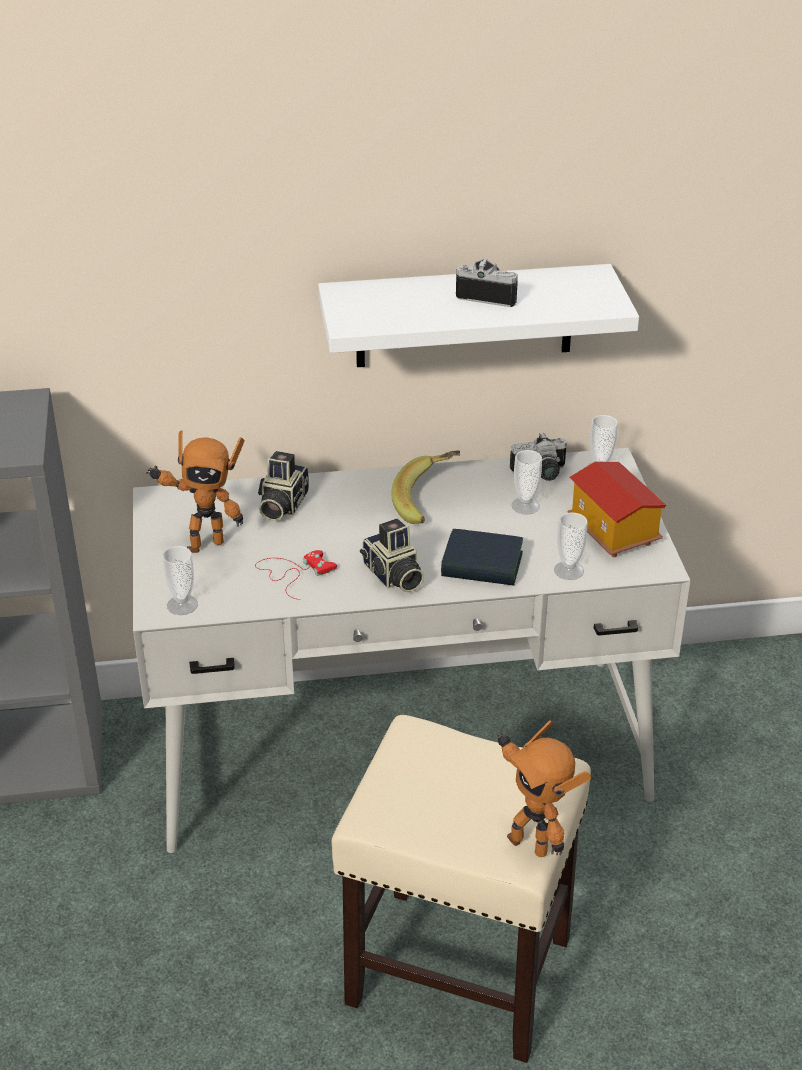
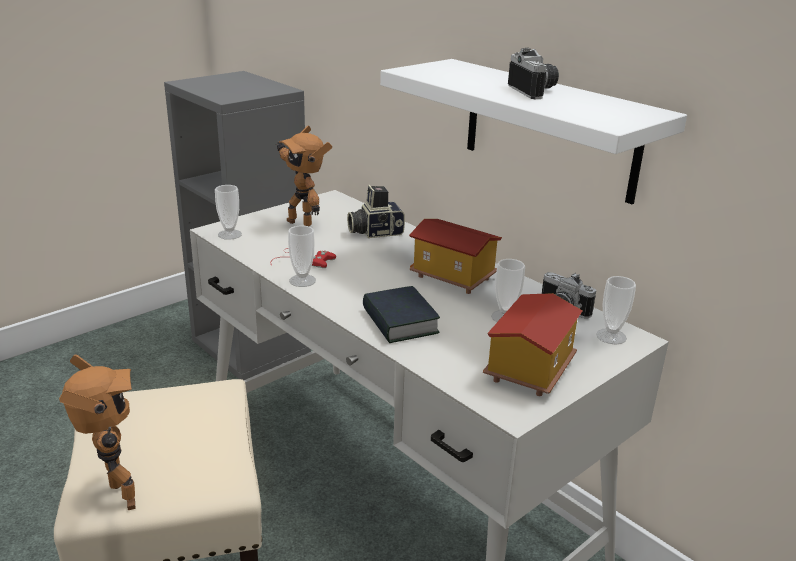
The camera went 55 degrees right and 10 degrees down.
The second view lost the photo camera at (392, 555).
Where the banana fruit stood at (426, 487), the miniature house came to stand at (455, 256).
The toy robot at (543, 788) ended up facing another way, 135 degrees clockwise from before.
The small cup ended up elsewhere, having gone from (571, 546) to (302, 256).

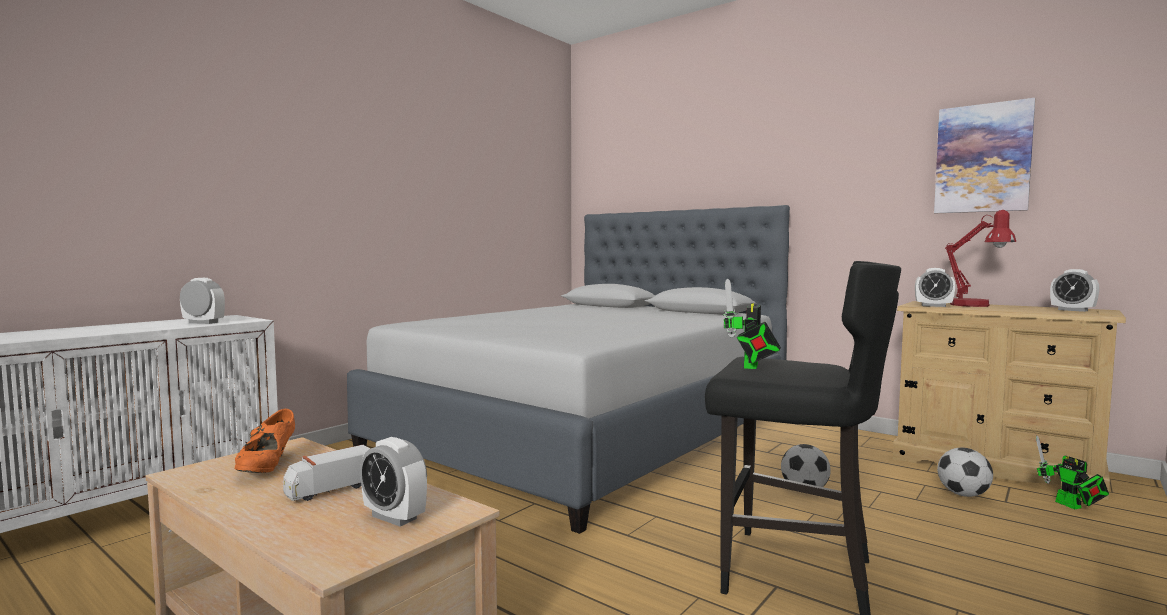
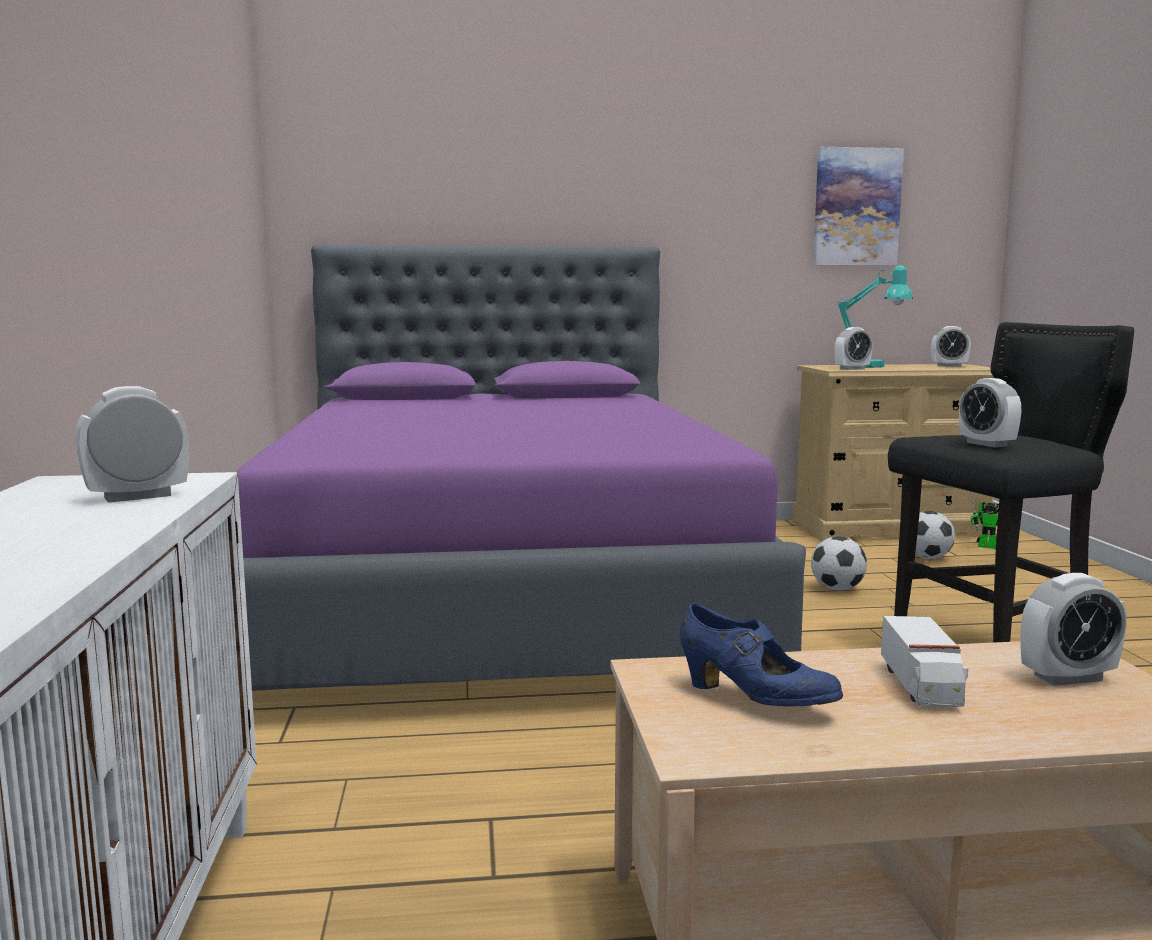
The camera went 45 degrees left and 5 degrees up.
What was the item of footwear in orange-coloured at (265, 441) turned into the item of footwear in blue at (761, 654).
What was the sleeping bed in grey at (568, 369) turned into the sleeping bed in purplish at (521, 467).
Where the toy robot stood at (752, 323), the bedside clock came to stand at (990, 412).
What was the tabletop lamp in red at (980, 258) turned into the tabletop lamp in blue-green at (875, 316).

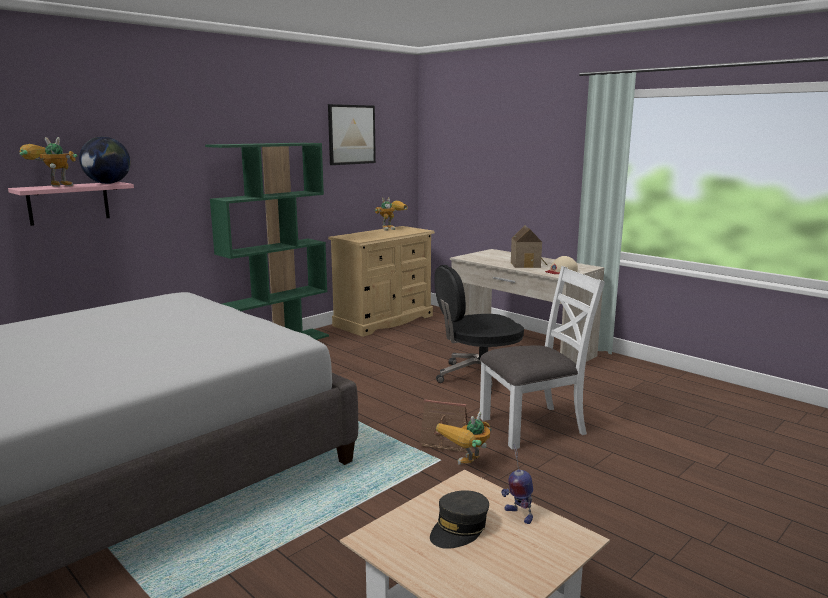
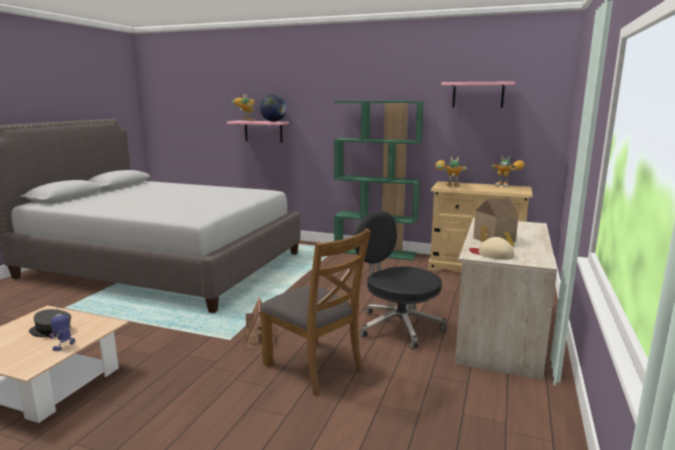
The camera went 65 degrees right and 0 degrees up.
Where the picture hung at (352, 134), the shelf in pinkish came to hang at (478, 94).
The toy robot ended up elsewhere, having gone from (463, 438) to (451, 171).
What was the upright chair in white at (542, 358) turned into the upright chair in brown-coloured at (315, 312).

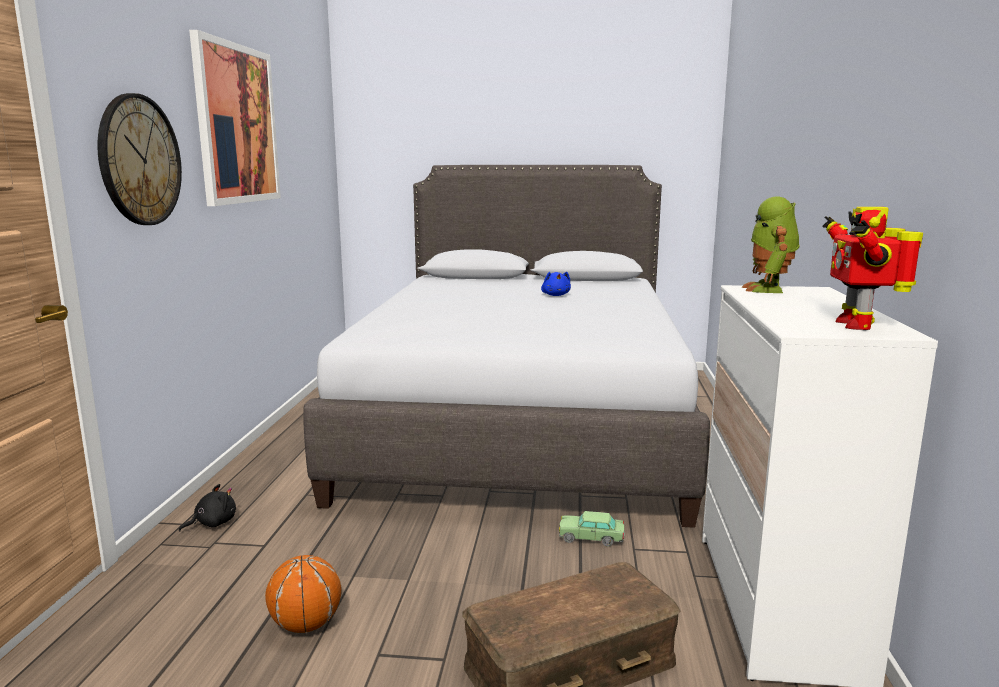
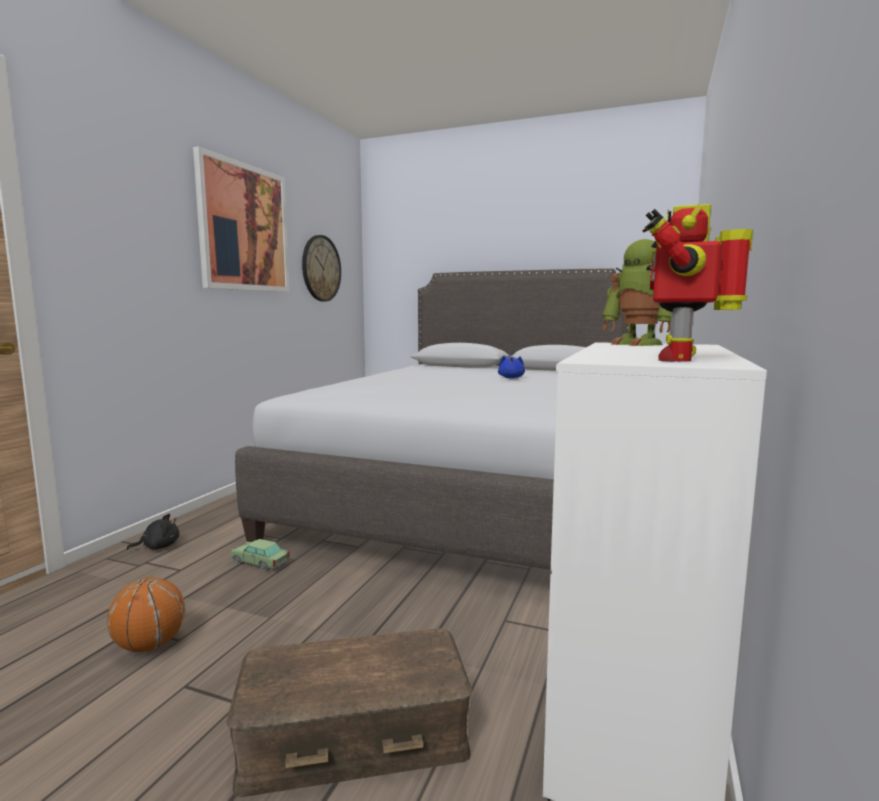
The camera went 15 degrees right and 5 degrees down.
The clock on the wall ended up elsewhere, having gone from (139, 159) to (321, 268).
The model car ended up elsewhere, having gone from (592, 528) to (260, 555).
The toy robot at (771, 245) ended up facing another way, 60 degrees counterclockwise from before.

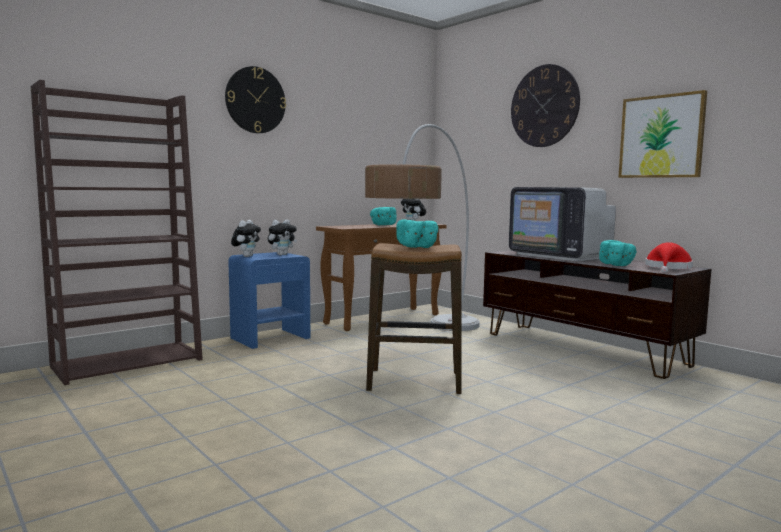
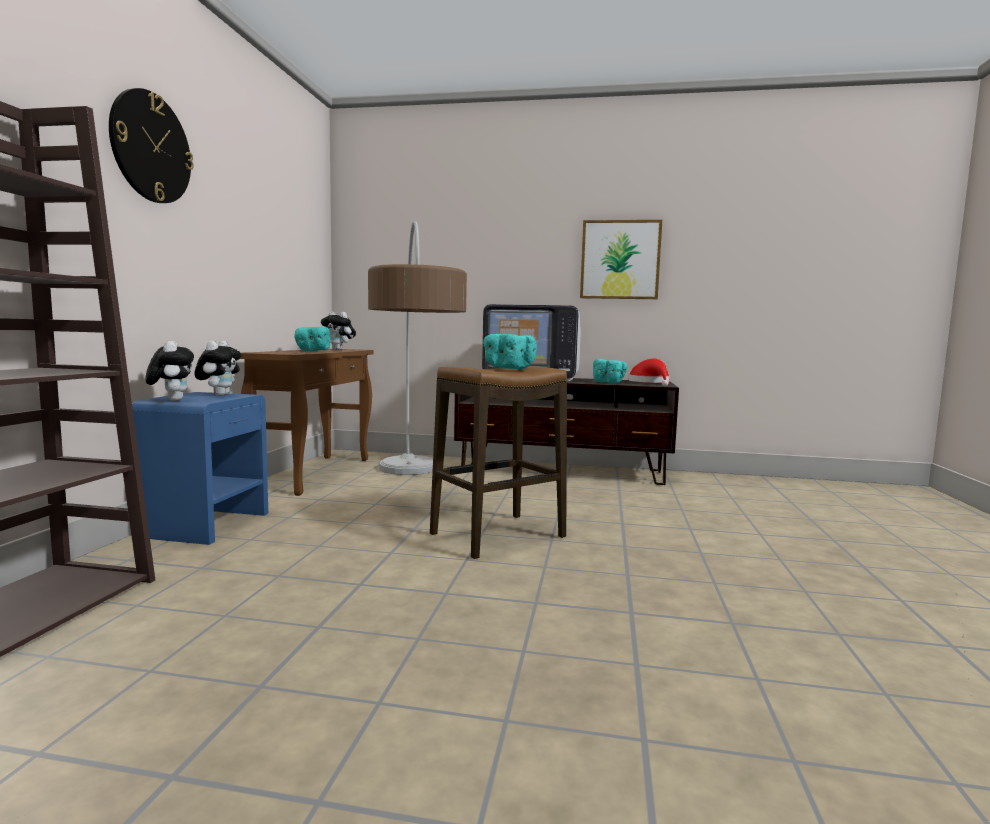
The camera went 40 degrees left and 0 degrees up.
The second view lost the clock on the wall at (545, 105).

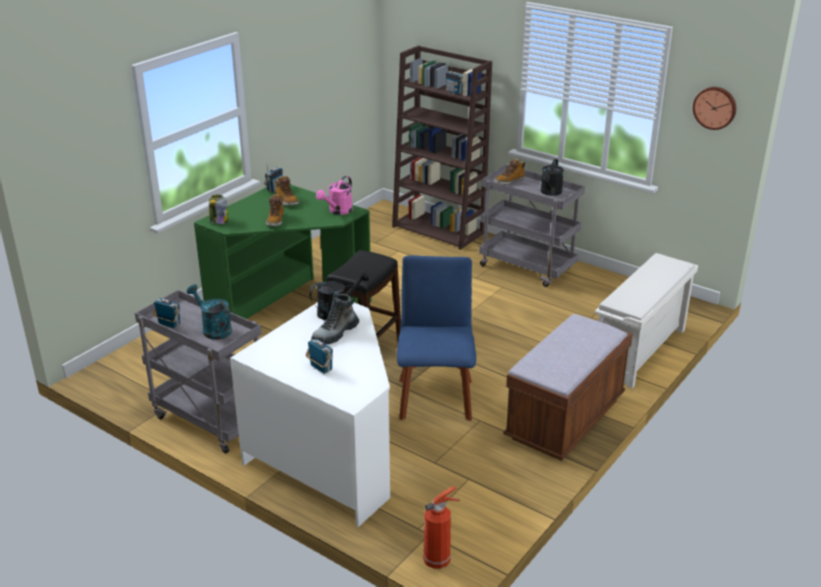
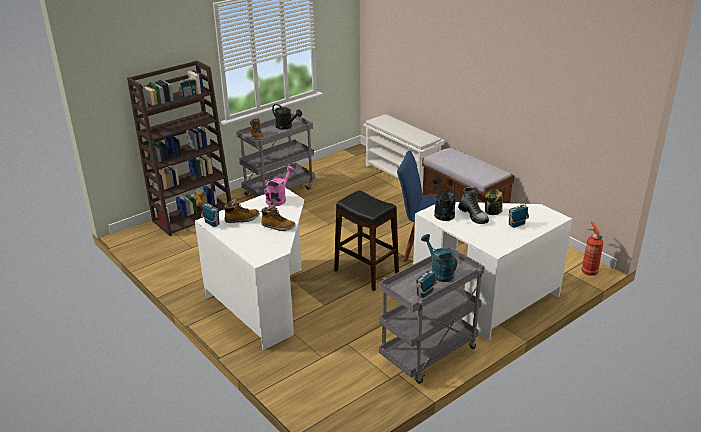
The camera went 75 degrees left and 0 degrees up.
The watering can in blue-green at (209, 312) ended up facing another way, 90 degrees clockwise from before.
What was the desk in greenish at (283, 251) turned into the desk in white at (249, 269).
The jar ended up elsewhere, having gone from (218, 209) to (494, 202).
The watering can in pinkish at (334, 195) ended up facing another way, 105 degrees counterclockwise from before.
The second view lost the clock on the wall at (714, 108).

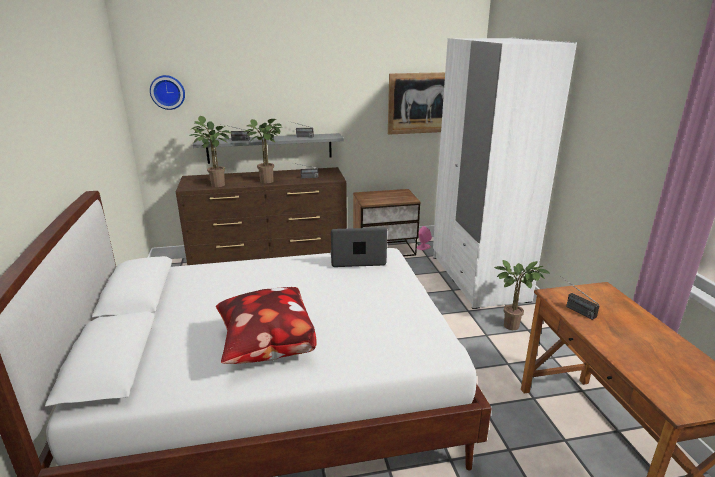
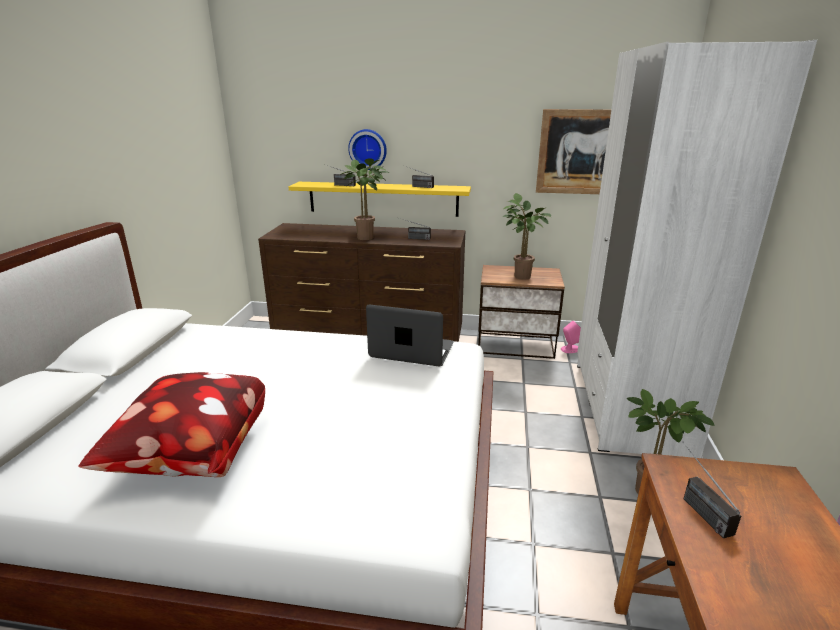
The camera went 20 degrees right and 0 degrees up.
The clock on the wall ended up elsewhere, having gone from (167, 92) to (367, 149).
The potted plant ended up elsewhere, having gone from (211, 151) to (527, 236).
What was the shelf in grey at (268, 148) turned into the shelf in yellowish at (380, 199).

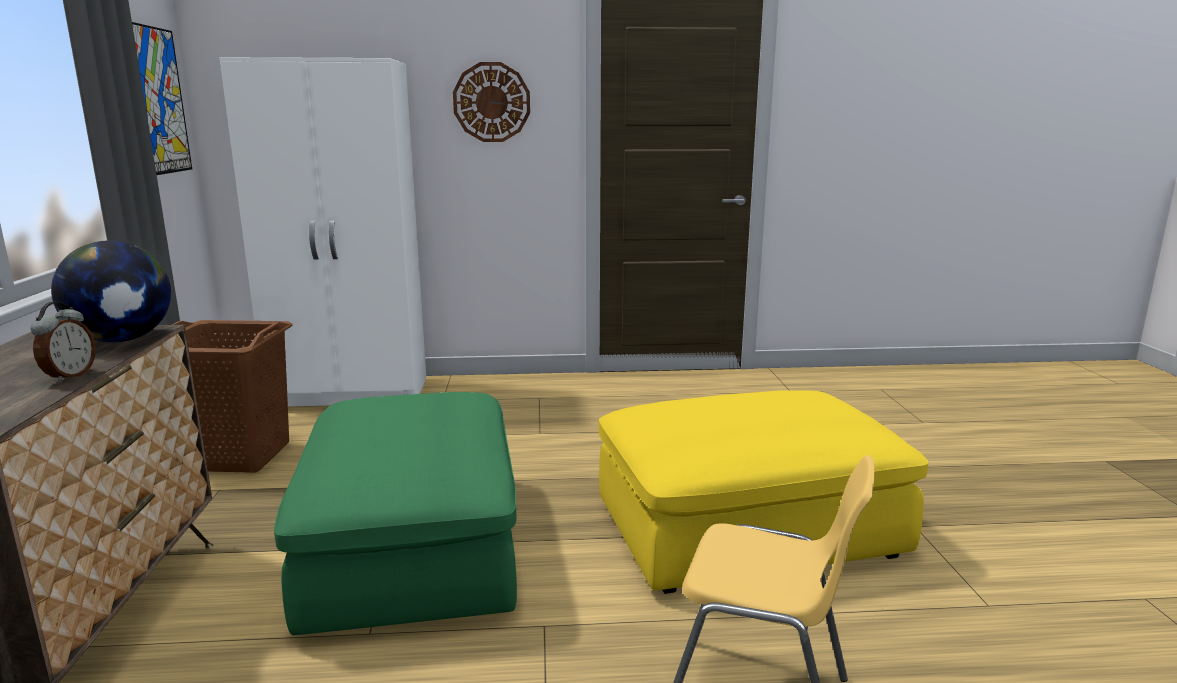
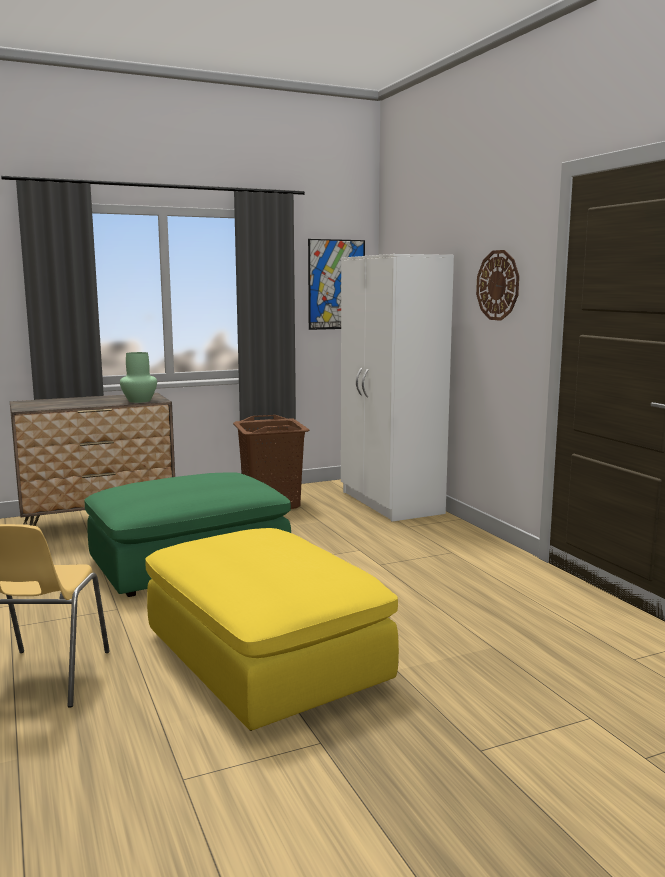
The camera went 70 degrees right and 5 degrees down.
The second view lost the bedside clock at (63, 342).
Where the desk globe stood at (111, 291), the decorative vase in greenish came to stand at (138, 377).

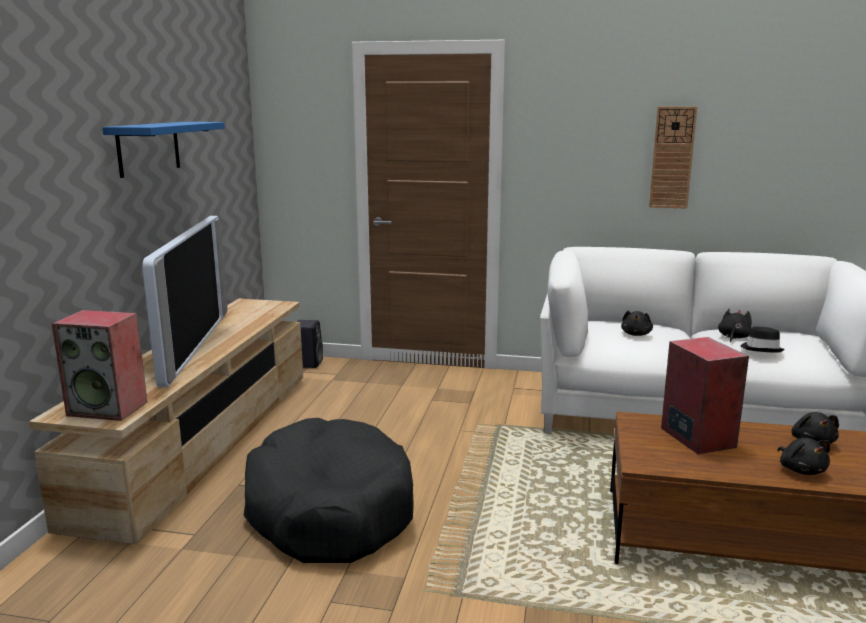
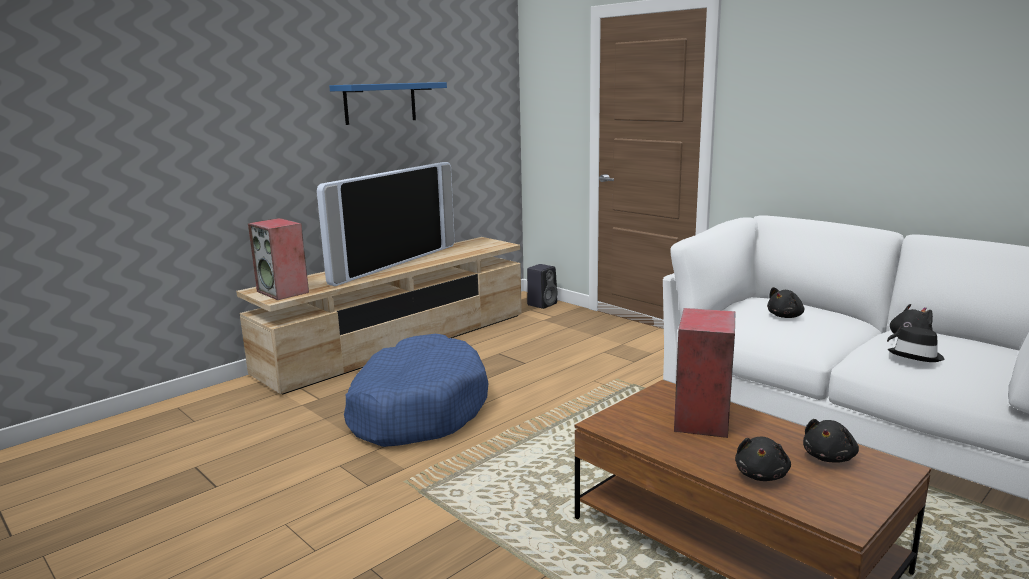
The camera went 35 degrees right and 0 degrees up.
What was the dog cushion in black-coloured at (329, 490) turned into the dog cushion in blue at (416, 390).
The second view lost the clock on the wall at (673, 157).

